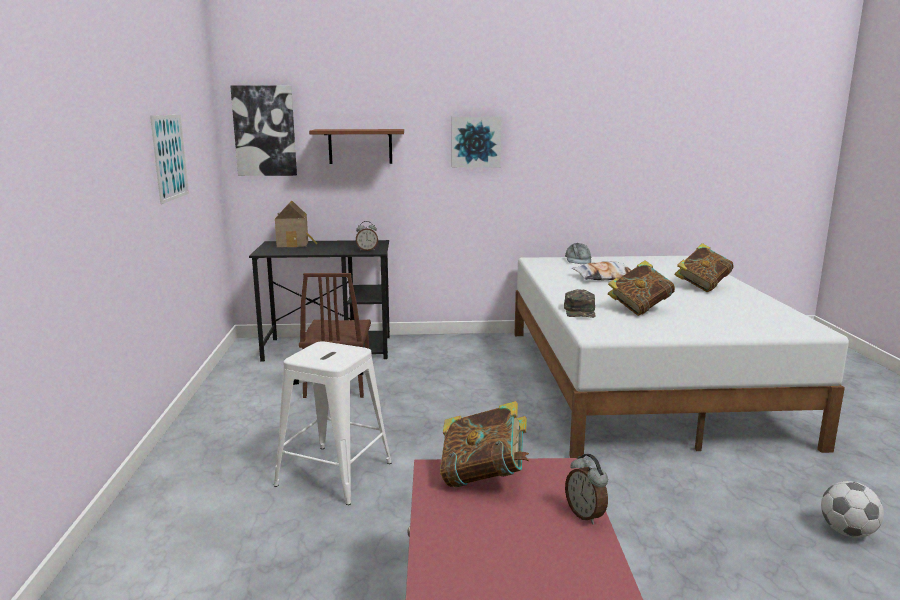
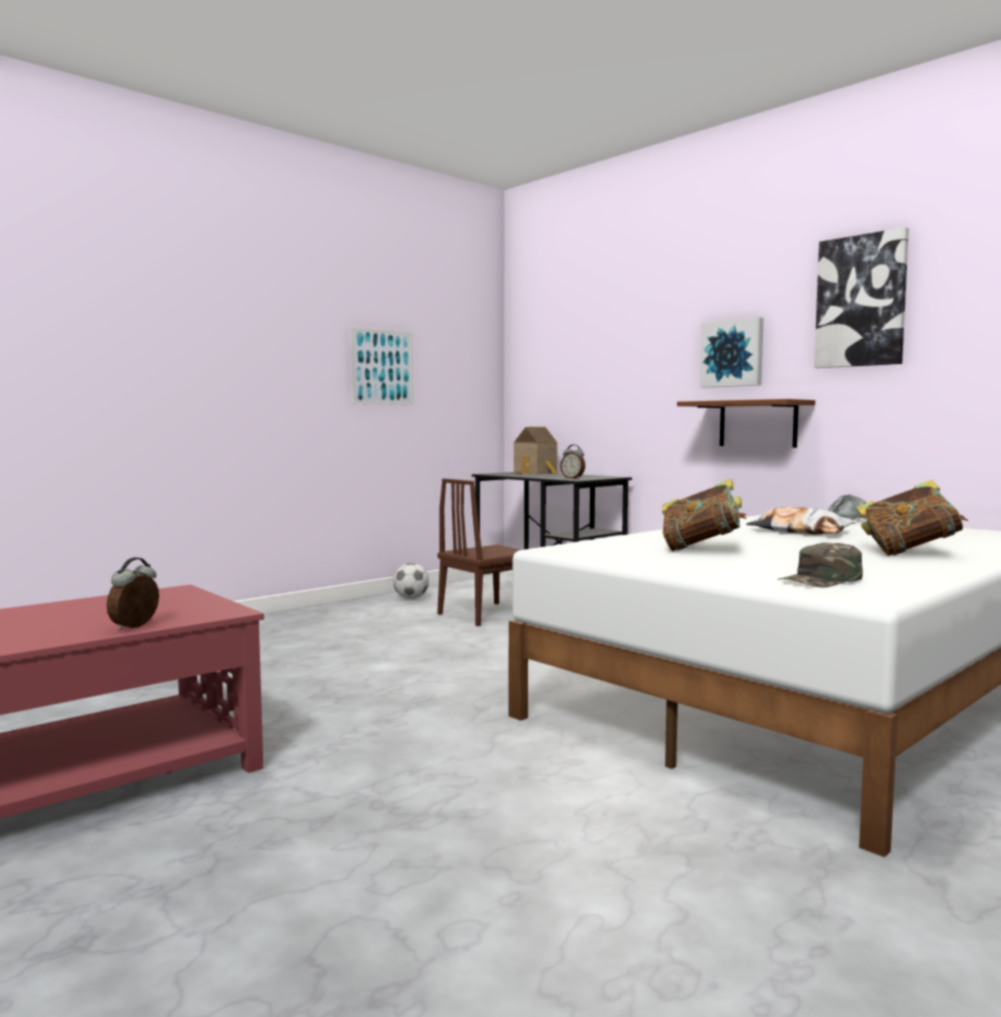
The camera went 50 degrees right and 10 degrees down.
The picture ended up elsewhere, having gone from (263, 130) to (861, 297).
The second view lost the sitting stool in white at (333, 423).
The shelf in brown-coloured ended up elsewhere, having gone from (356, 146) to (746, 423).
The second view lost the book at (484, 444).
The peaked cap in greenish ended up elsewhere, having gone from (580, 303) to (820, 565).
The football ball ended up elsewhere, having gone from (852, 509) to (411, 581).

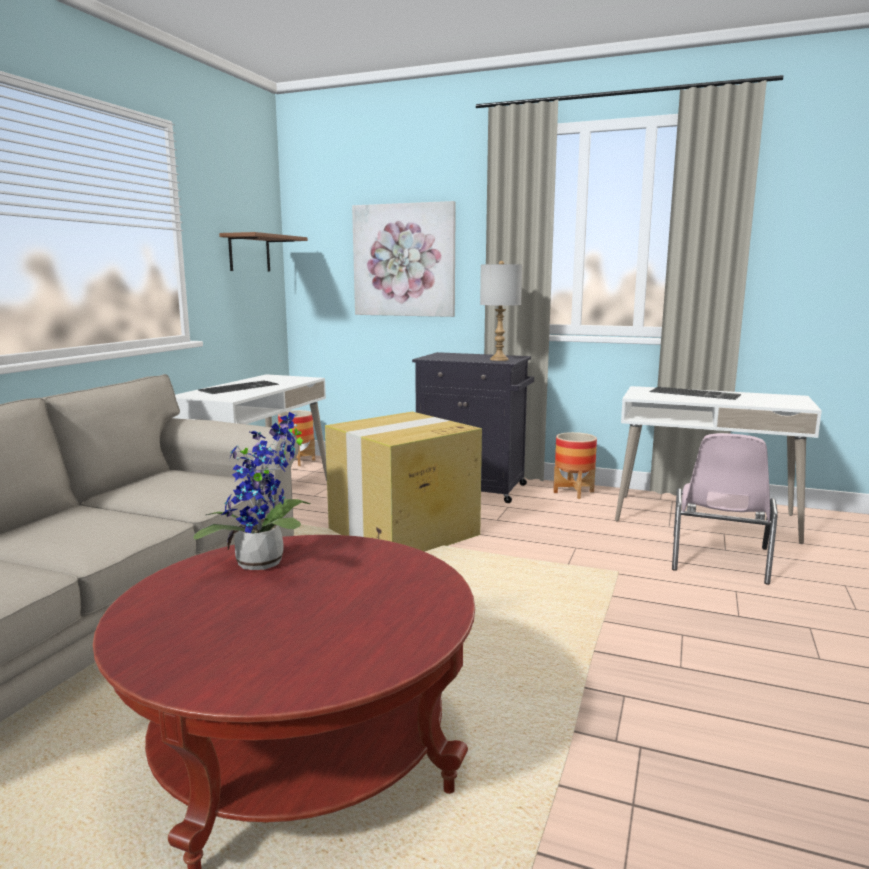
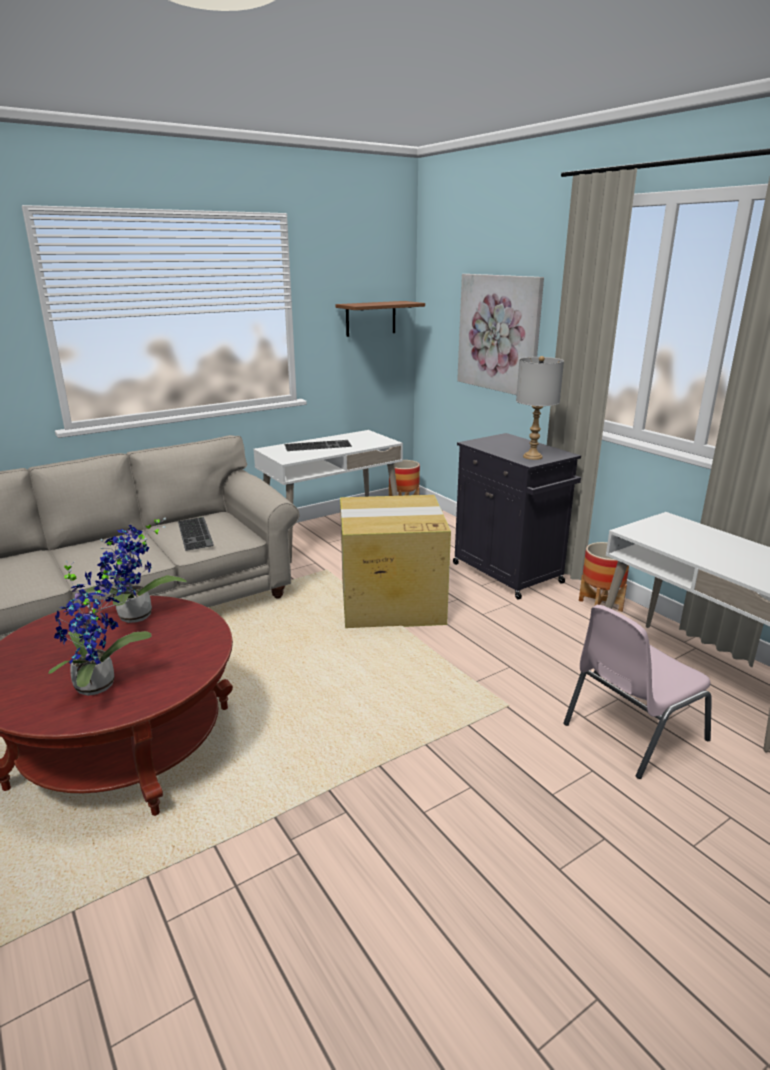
The camera went 35 degrees right and 10 degrees up.
The keyboard ended up elsewhere, having gone from (695, 393) to (196, 534).
The second view gained the potted plant at (100, 626).

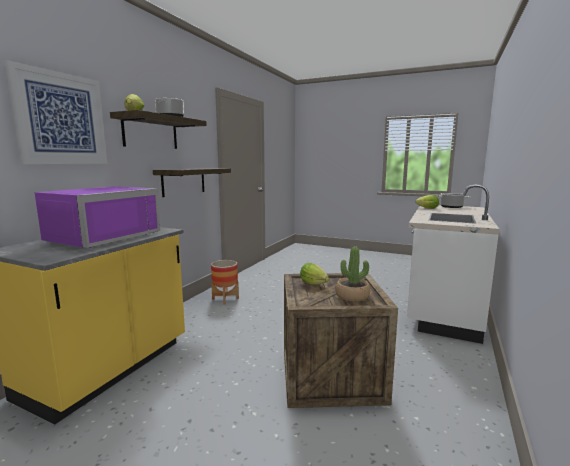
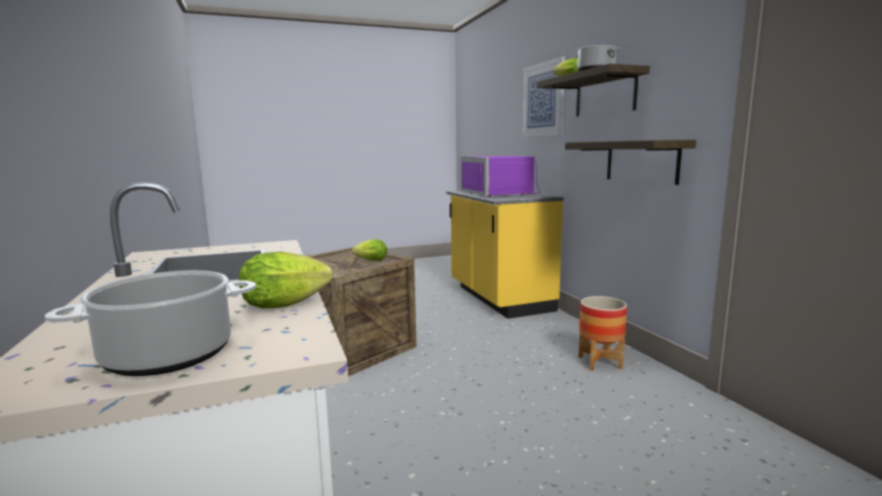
The camera went 135 degrees right and 0 degrees up.
The second view lost the potted plant at (352, 274).

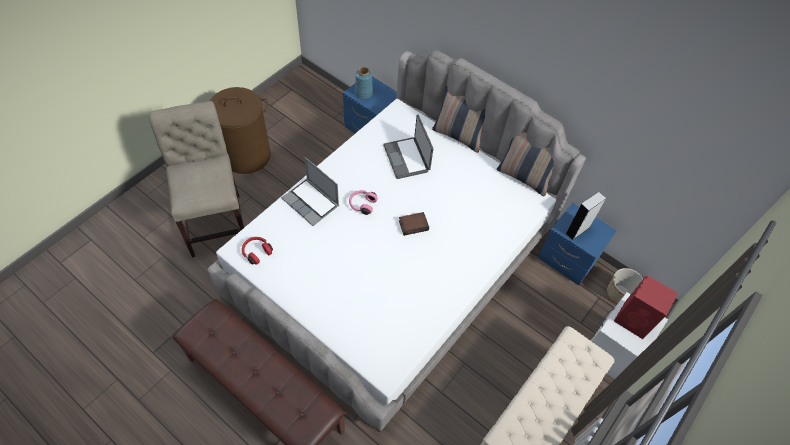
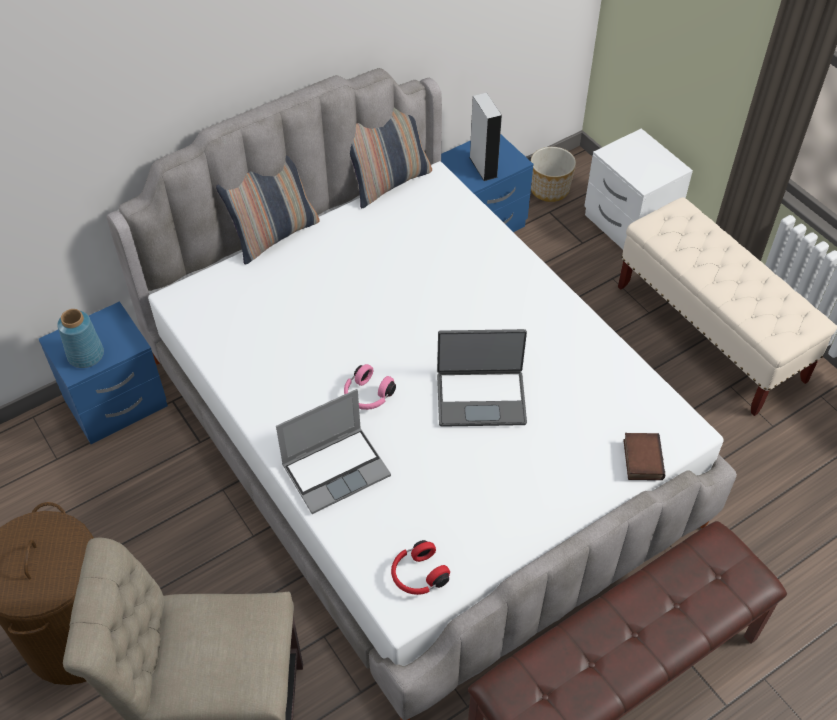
The camera went 70 degrees left and 5 degrees down.
The portable computer ended up elsewhere, having gone from (408, 147) to (482, 378).
The book ended up elsewhere, having gone from (414, 224) to (644, 456).
The second view lost the audio speaker in red at (646, 307).

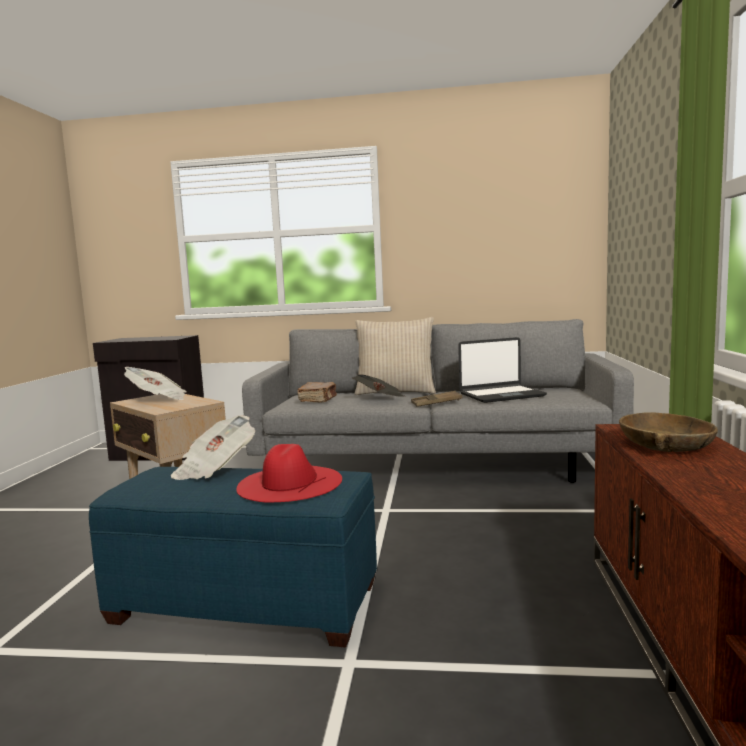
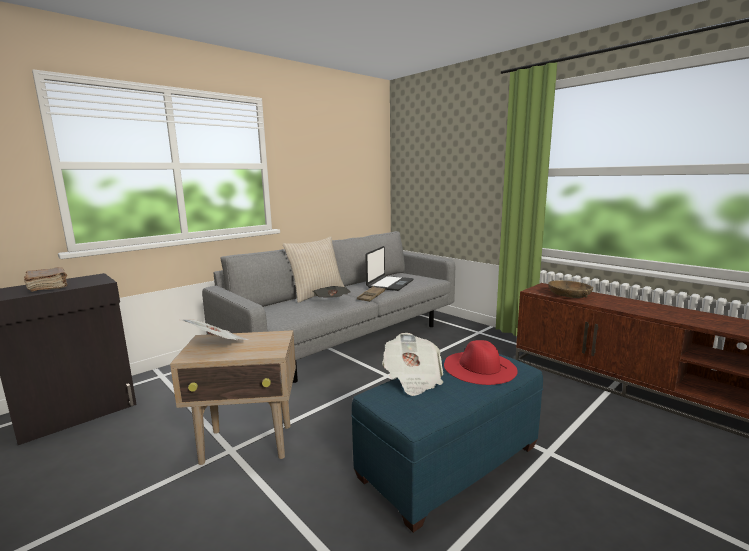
The camera went 50 degrees left and 5 degrees up.
The book in brown-coloured ended up elsewhere, having gone from (317, 392) to (46, 279).

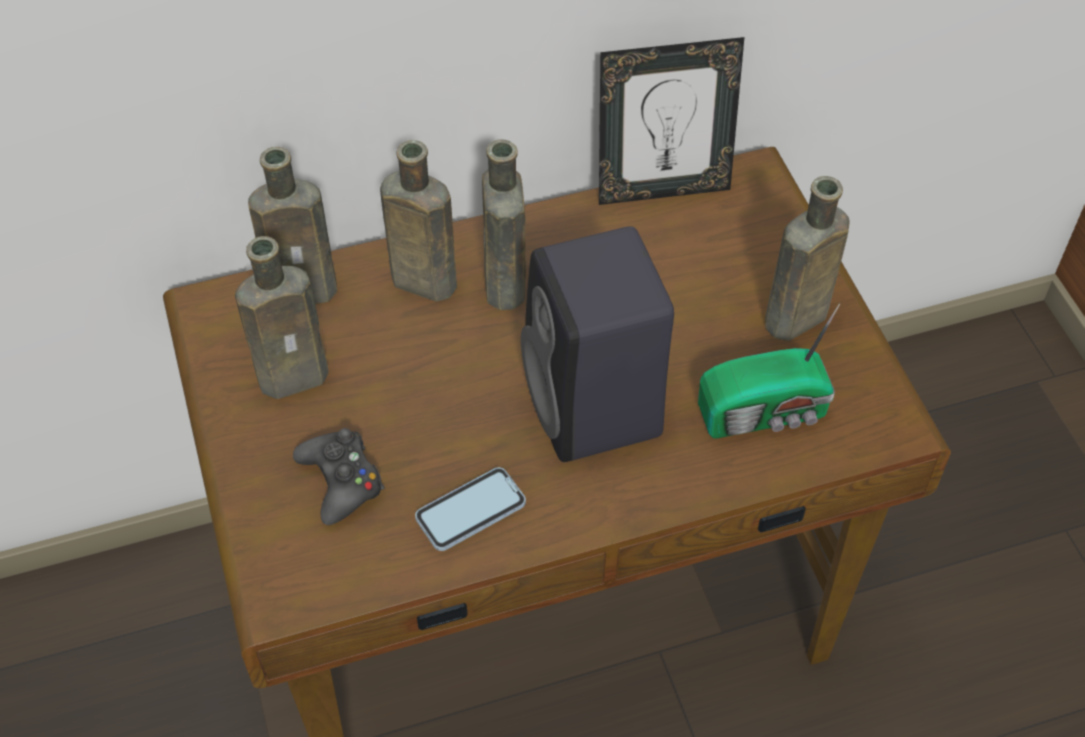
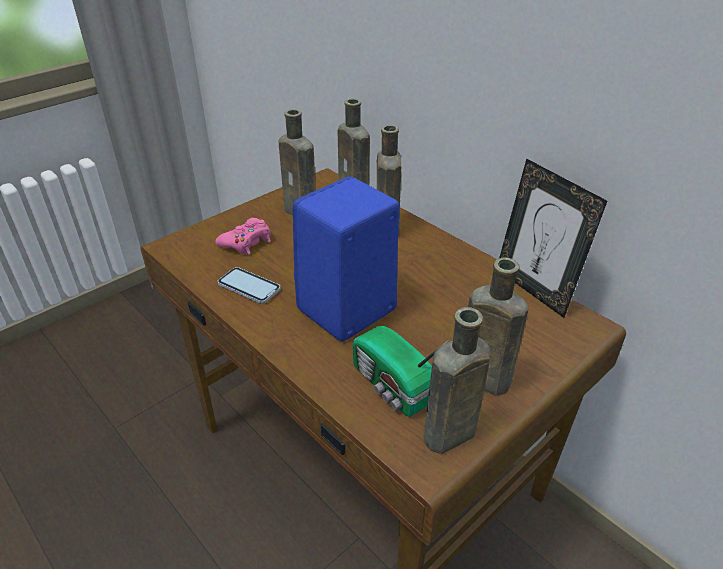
The camera went 65 degrees right and 15 degrees down.
What was the joypad in black-coloured at (339, 476) turned into the joypad in pinkish at (243, 236).
The drink bottle in brown-coloured ended up elsewhere, having gone from (504, 224) to (457, 380).
What was the audio speaker in black-coloured at (597, 344) turned into the audio speaker in blue at (346, 258).

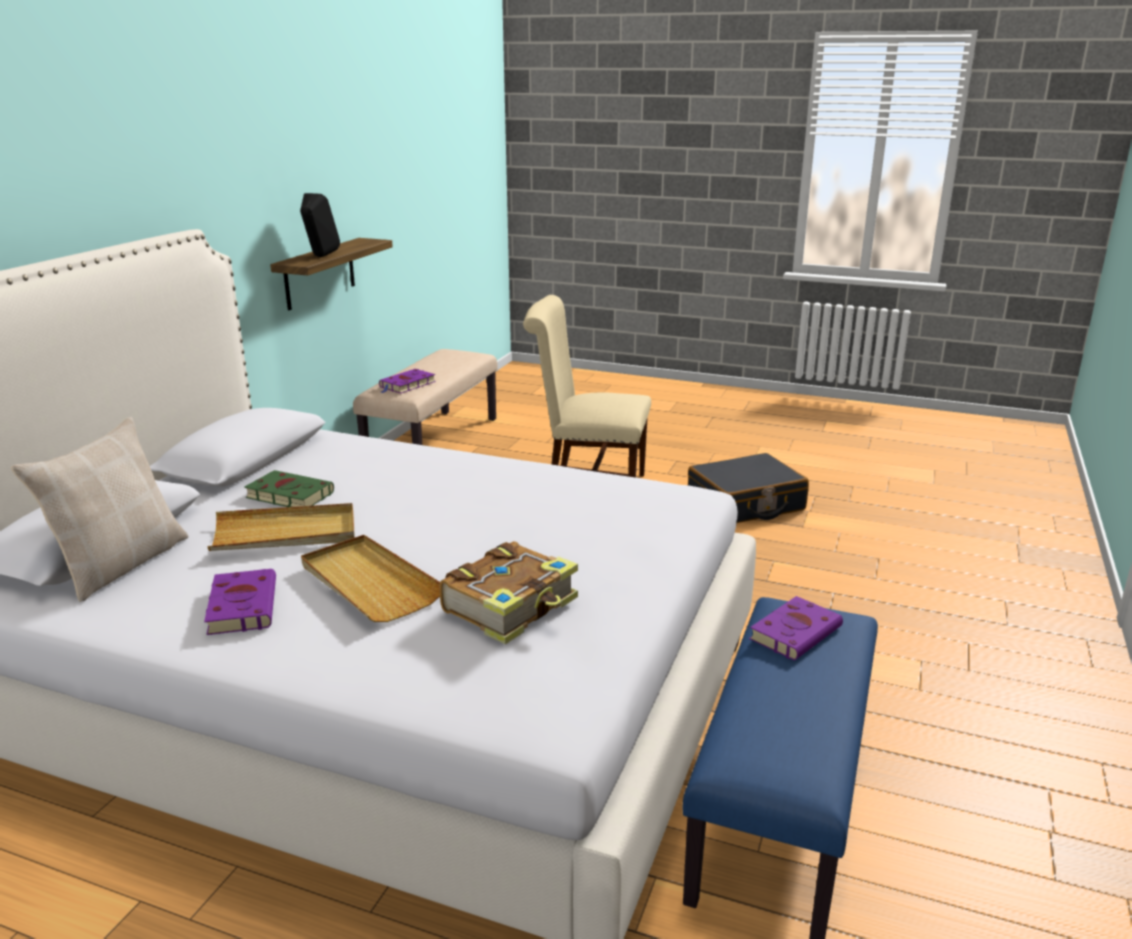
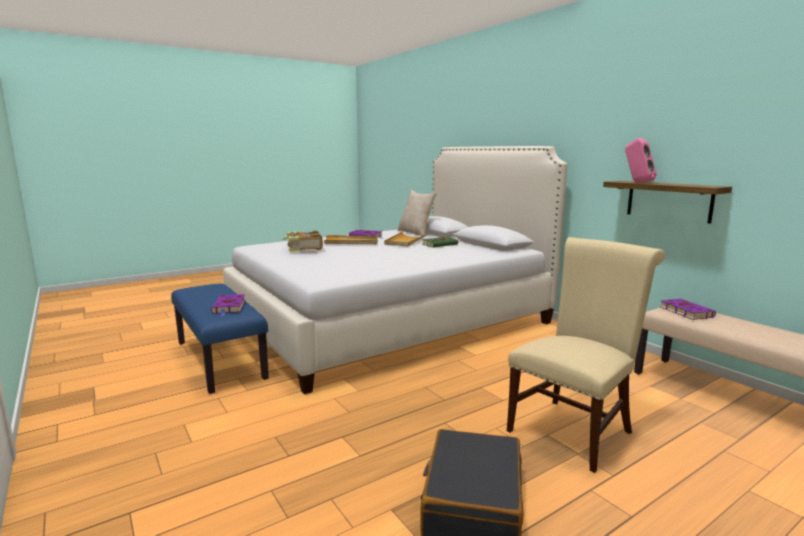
The camera went 125 degrees right and 10 degrees down.
What was the audio speaker in black-coloured at (320, 225) turned into the audio speaker in pinkish at (640, 160).

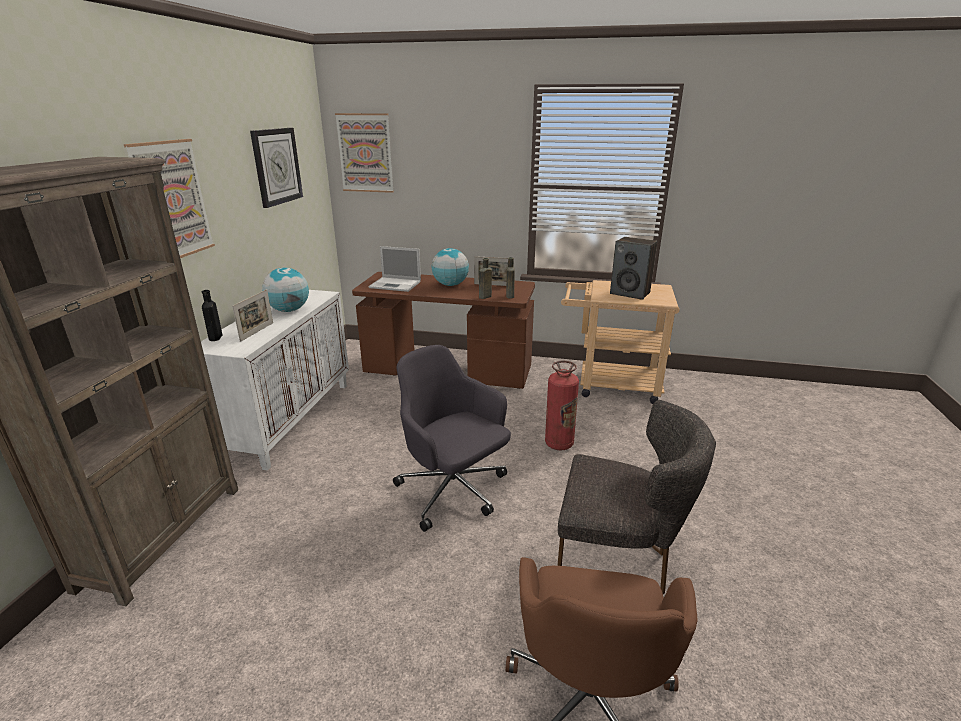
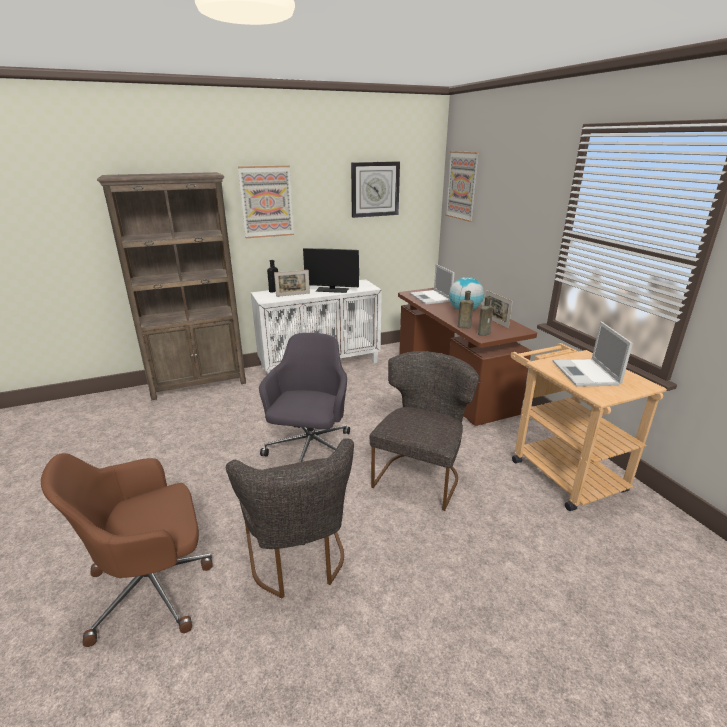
The camera went 55 degrees right and 0 degrees up.
Where the desk globe stood at (285, 289), the computer screen came to stand at (331, 270).
Where the fire extinguisher stood at (562, 405), the upright chair in grey came to stand at (424, 431).
Where the audio speaker stood at (633, 268), the portable computer came to stand at (592, 354).

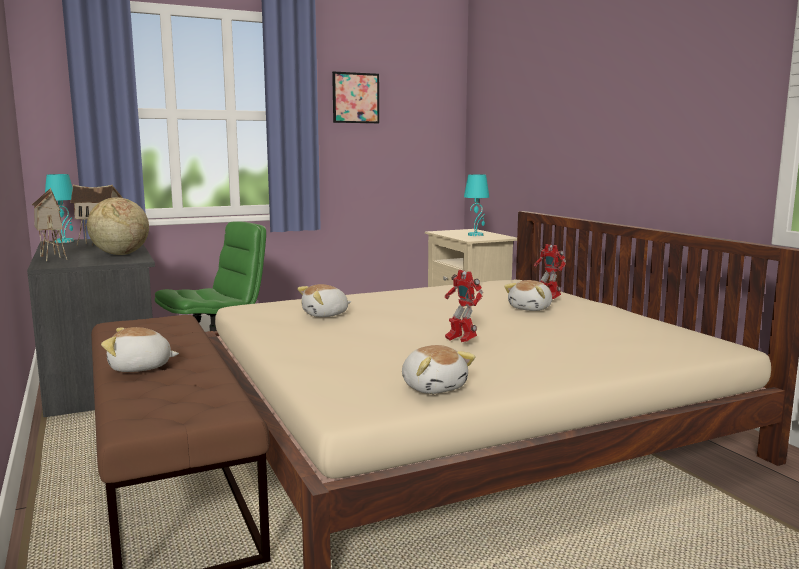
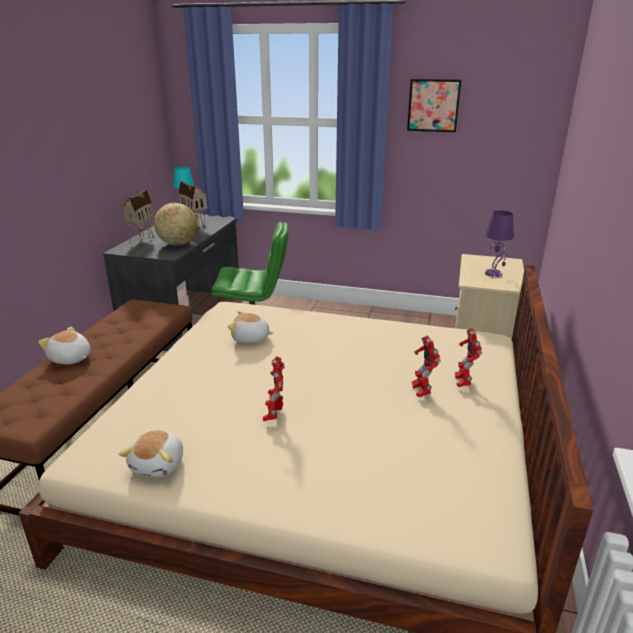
The camera went 40 degrees right and 15 degrees up.
What was the tabletop lamp in blue-green at (476, 205) turned into the tabletop lamp in purplish at (499, 243).
Where the plush toy stood at (528, 295), the toy robot came to stand at (426, 366).

